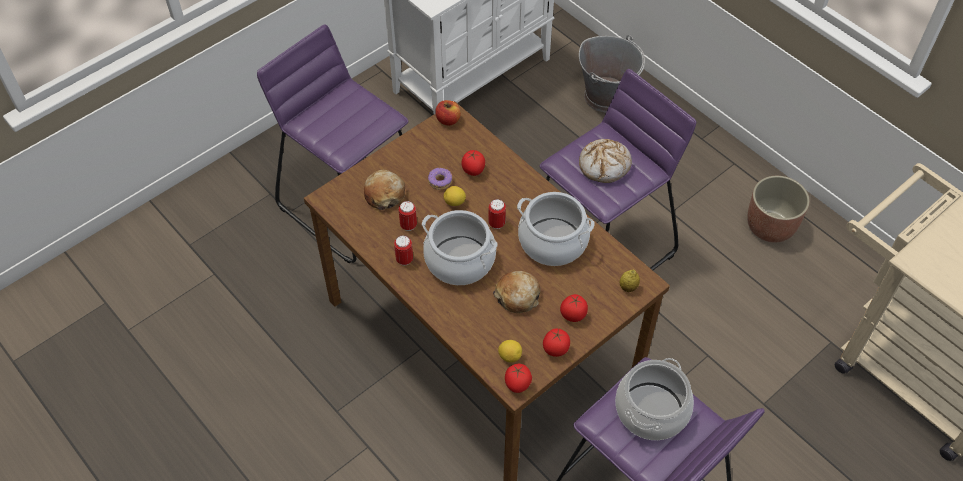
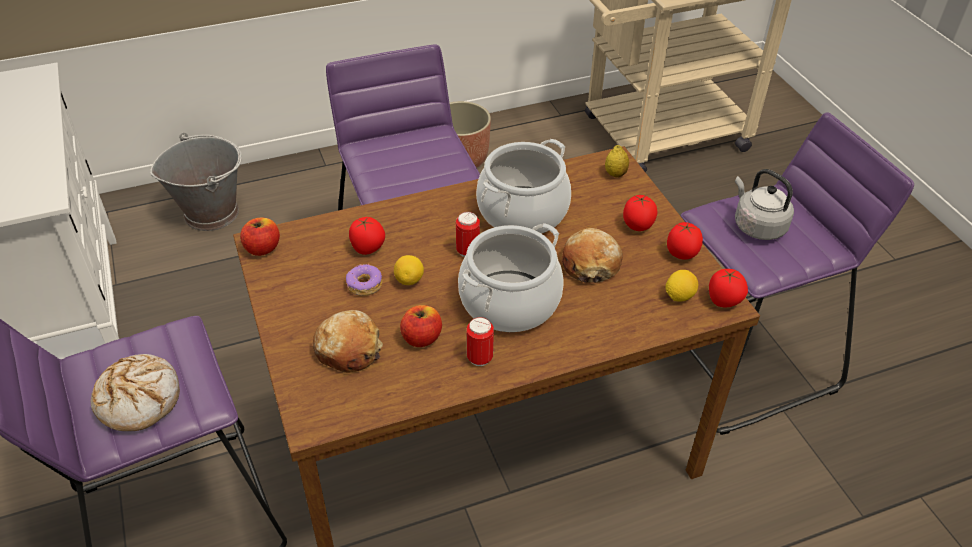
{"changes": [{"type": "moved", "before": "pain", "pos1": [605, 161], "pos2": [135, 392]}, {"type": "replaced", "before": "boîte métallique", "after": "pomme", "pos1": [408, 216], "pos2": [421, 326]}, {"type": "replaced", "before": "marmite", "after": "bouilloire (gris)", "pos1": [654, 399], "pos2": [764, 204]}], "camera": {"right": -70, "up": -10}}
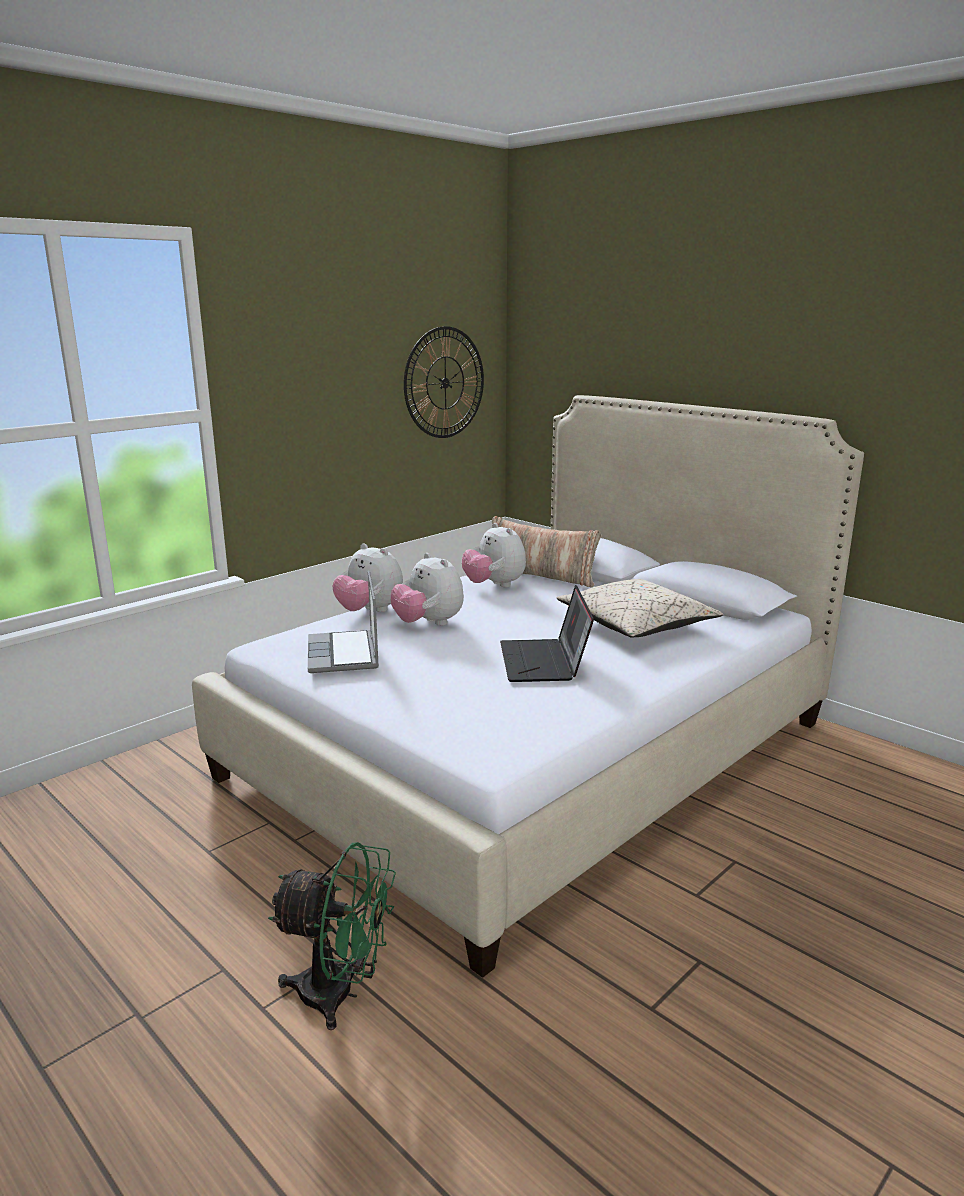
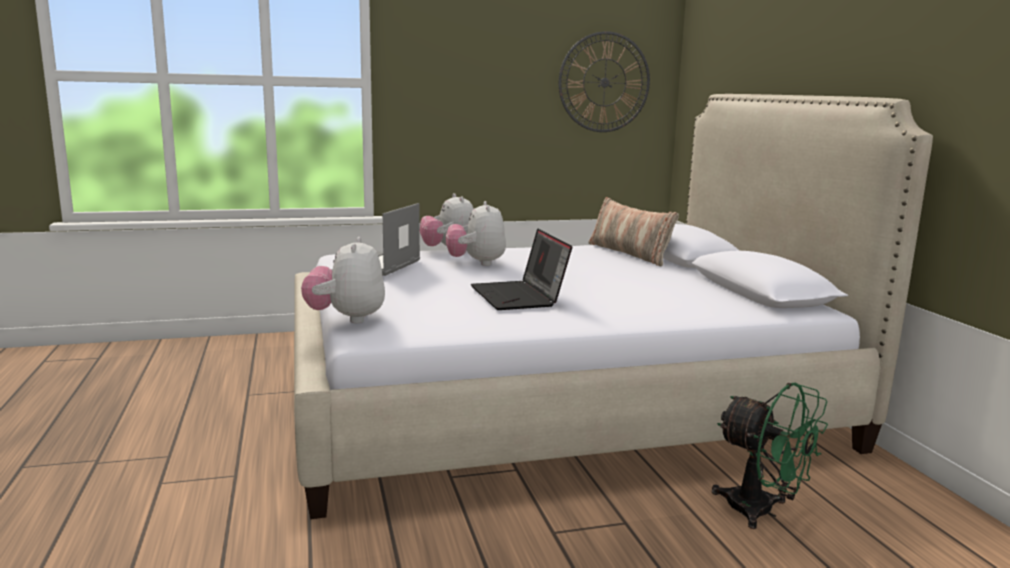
{"changes": [{"type": "moved", "before": "peluche", "pos1": [494, 555], "pos2": [343, 280]}, {"type": "turned", "before": "ordinateur portable", "pos1": [547, 633], "pos2": [521, 269], "turn": -45}, {"type": "moved", "before": "ventilateur (vert)", "pos1": [332, 936], "pos2": [770, 456]}, {"type": "removed", "before": "coussin (beige)", "pos1": [640, 608]}], "camera": {"right": 30, "up": -5}}
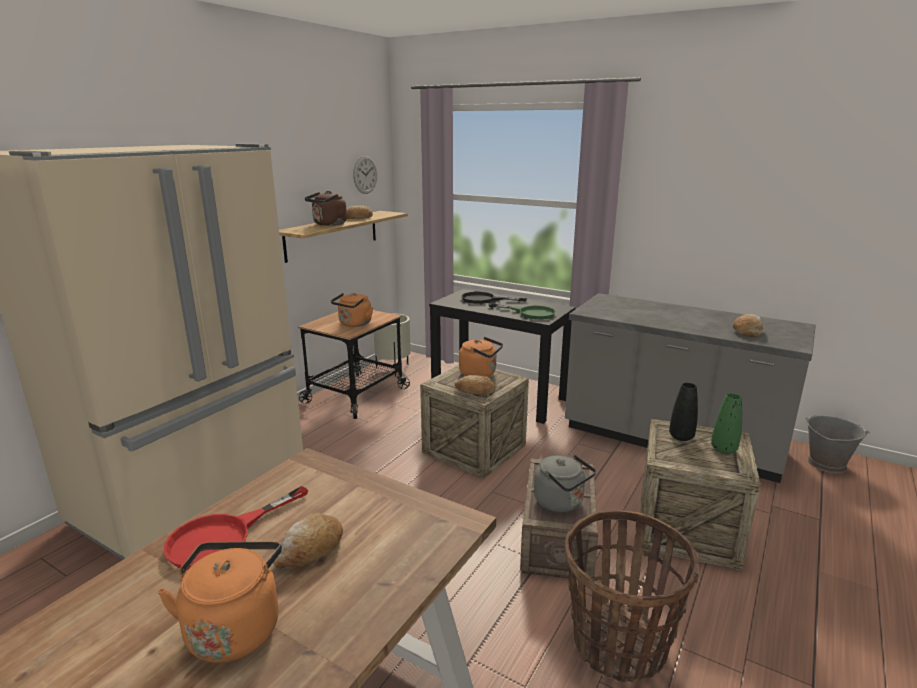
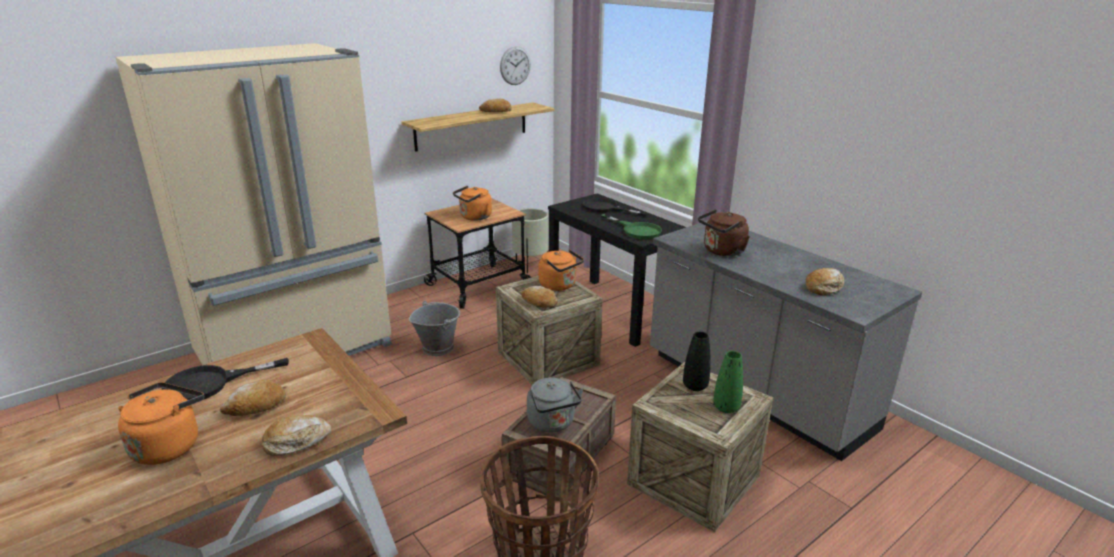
{"changes": [{"type": "recoloured", "before": "poêle (rouge)", "after": "poêle (noir)", "pos1": [235, 528], "pos2": [225, 379]}, {"type": "added", "after": "pain", "pos2": [297, 435]}, {"type": "moved", "before": "seau (gris)", "pos1": [837, 444], "pos2": [434, 328]}, {"type": "moved", "before": "bouilloire (marron)", "pos1": [326, 208], "pos2": [724, 232]}], "camera": {"right": 20, "up": 5}}
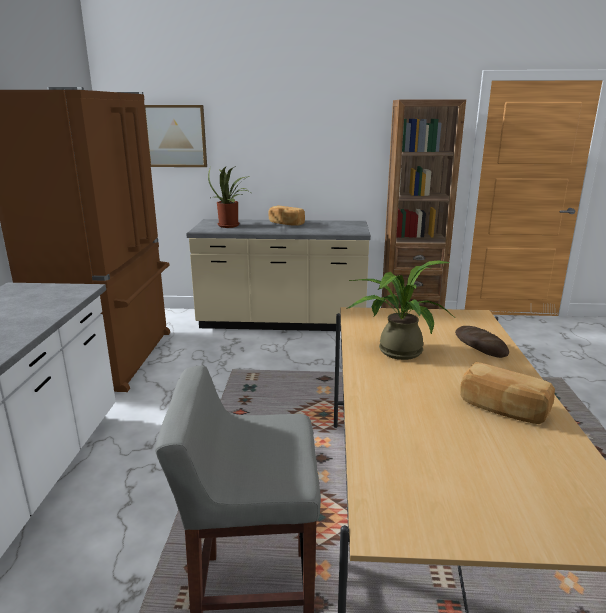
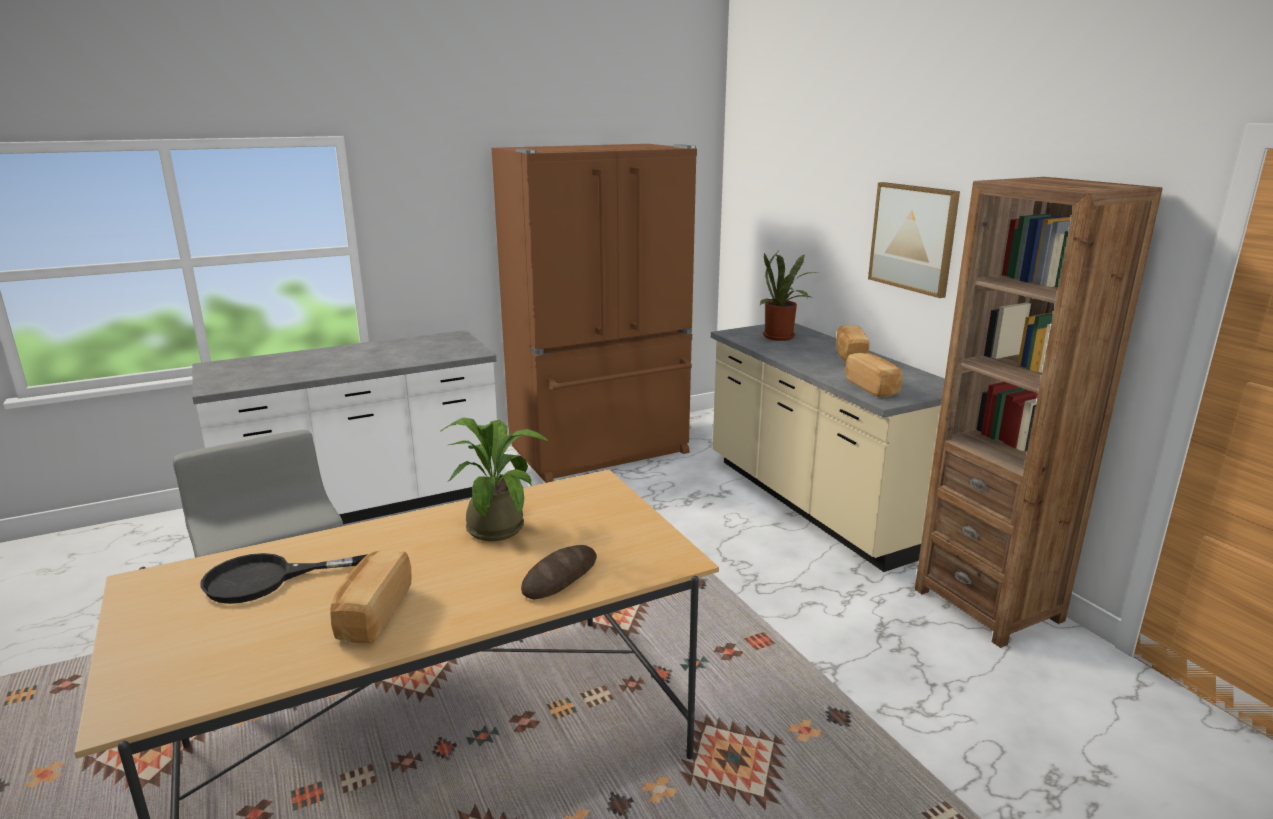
{"changes": [{"type": "added", "after": "poêle (noir)", "pos2": [284, 578]}, {"type": "added", "after": "pain", "pos2": [874, 375]}, {"type": "moved", "before": "tableau", "pos1": [176, 136], "pos2": [914, 240]}], "camera": {"right": 60, "up": 0}}
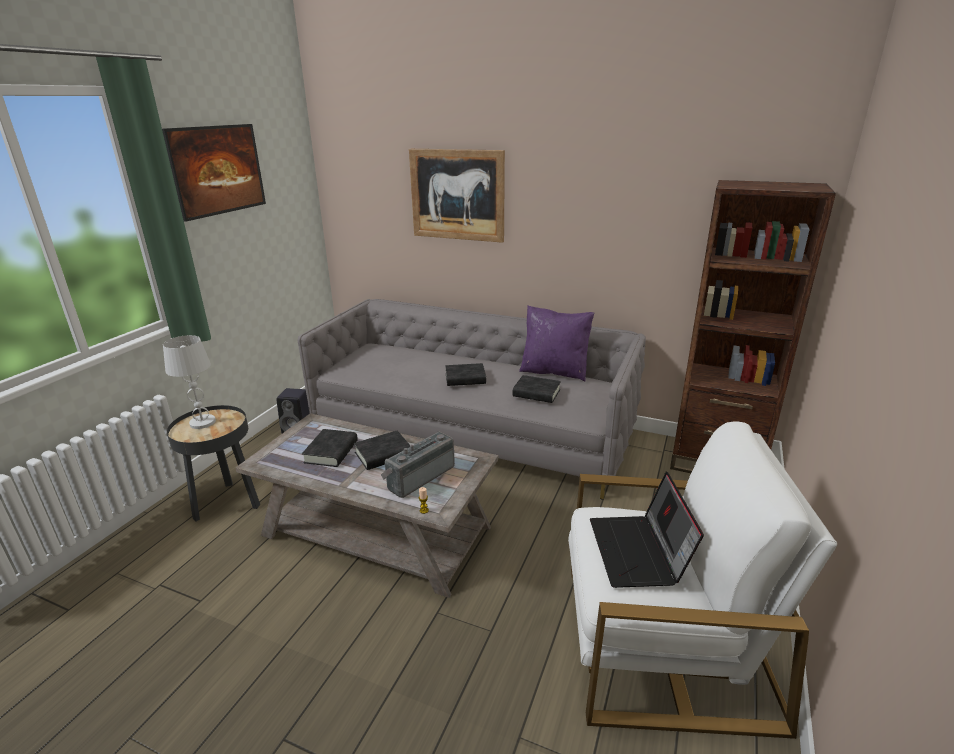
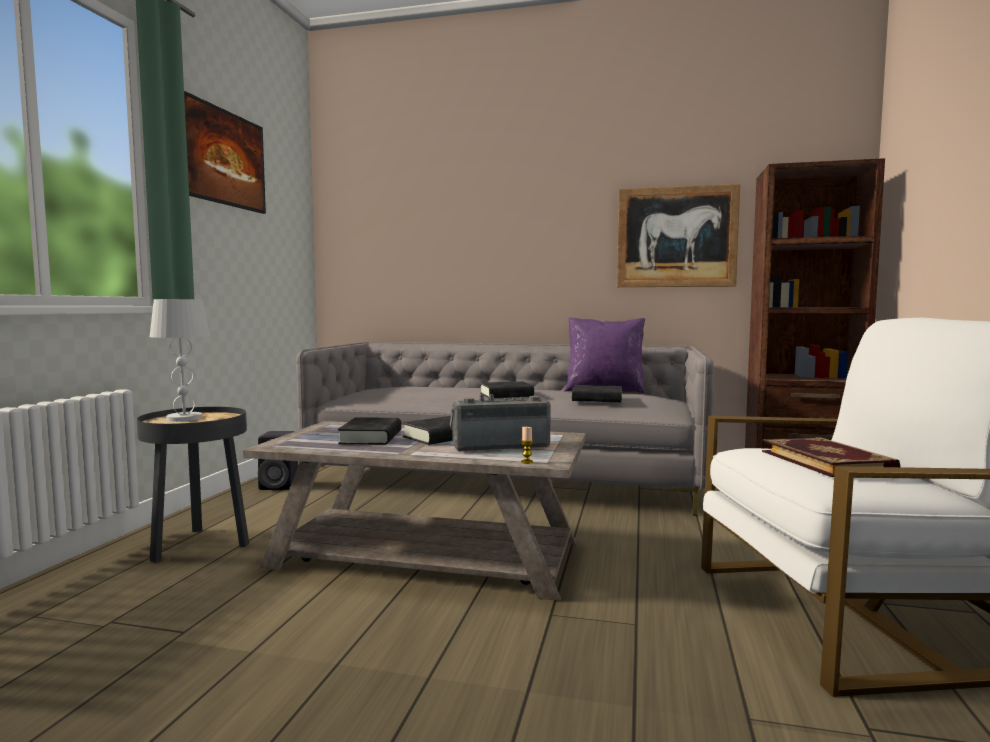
{"changes": [{"type": "turned", "before": "radio", "pos1": [418, 464], "pos2": [500, 422], "turn": 45}, {"type": "moved", "before": "tableau", "pos1": [457, 196], "pos2": [678, 235]}, {"type": "replaced", "before": "ordinateur portable", "after": "livre", "pos1": [647, 529], "pos2": [831, 457]}], "camera": {"right": -10, "up": -20}}
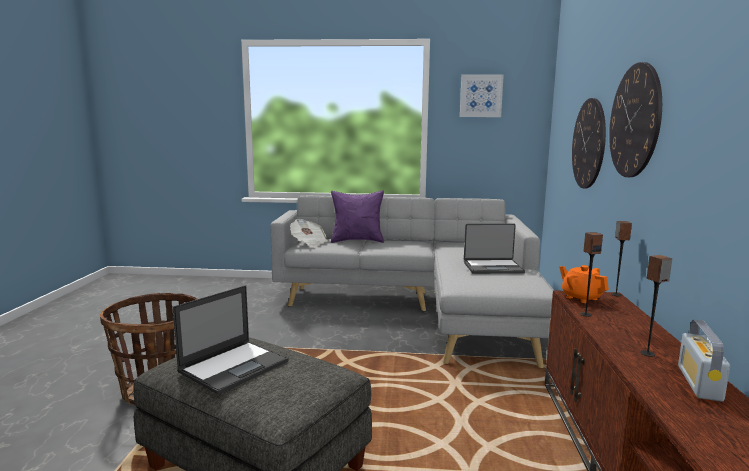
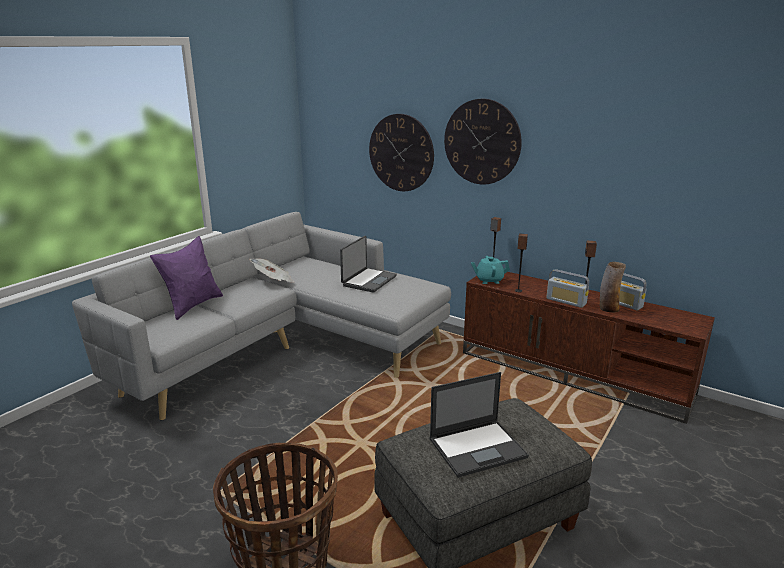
{"changes": [{"type": "moved", "before": "journal", "pos1": [309, 233], "pos2": [271, 270]}, {"type": "turned", "before": "ordinateur portable", "pos1": [231, 340], "pos2": [479, 425], "turn": 90}, {"type": "recoloured", "before": "théière (orange)", "after": "théière (turquoise)", "pos1": [584, 284], "pos2": [490, 270]}, {"type": "added", "after": "radio", "pos2": [567, 288]}, {"type": "added", "after": "vase", "pos2": [613, 287]}, {"type": "removed", "before": "tableau", "pos1": [482, 96]}], "camera": {"right": -60, "up": 10}}
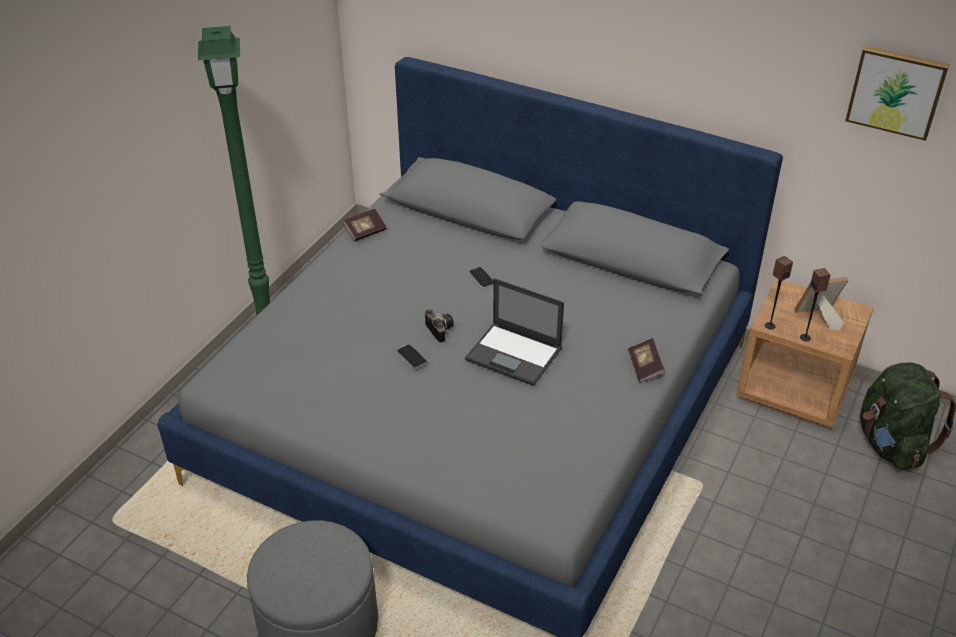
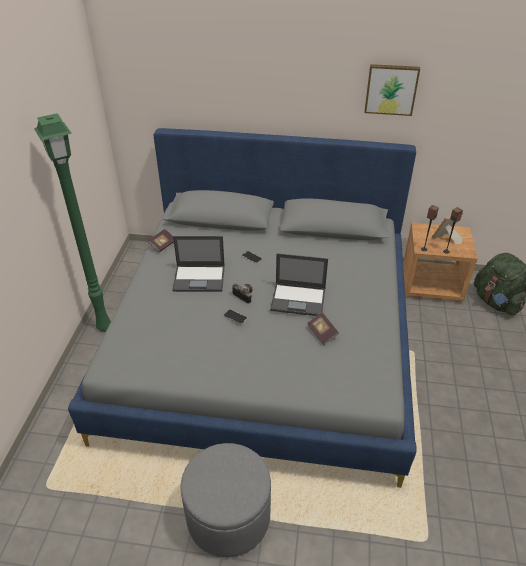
{"changes": [{"type": "added", "after": "ordinateur portable", "pos2": [198, 264]}, {"type": "moved", "before": "livre", "pos1": [646, 360], "pos2": [323, 328]}, {"type": "moved", "before": "tableau", "pos1": [897, 93], "pos2": [392, 90]}], "camera": {"right": -20, "up": 0}}
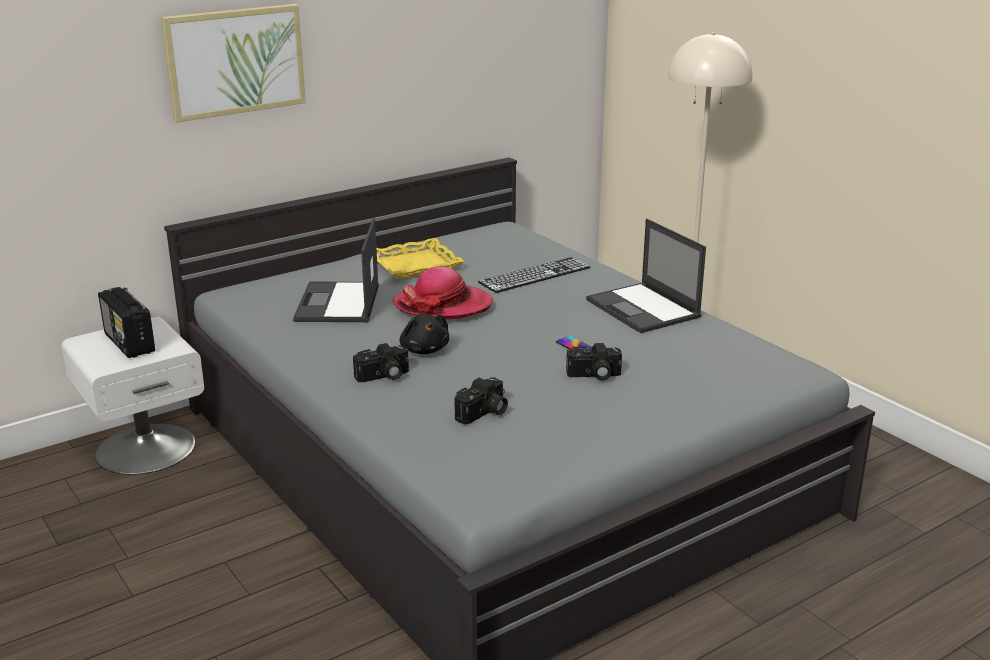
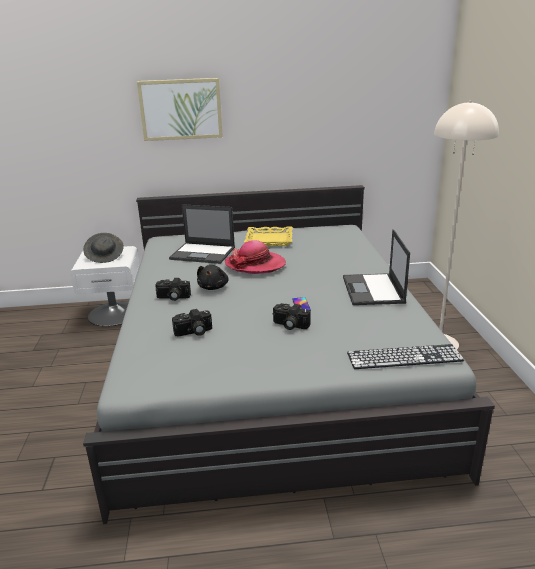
{"changes": [{"type": "replaced", "before": "radio", "after": "chapeau (gris)", "pos1": [126, 322], "pos2": [103, 248]}, {"type": "turned", "before": "ordinateur portable", "pos1": [336, 270], "pos2": [202, 234], "turn": -105}, {"type": "moved", "before": "clavier", "pos1": [534, 275], "pos2": [405, 356]}], "camera": {"right": 30, "up": 0}}
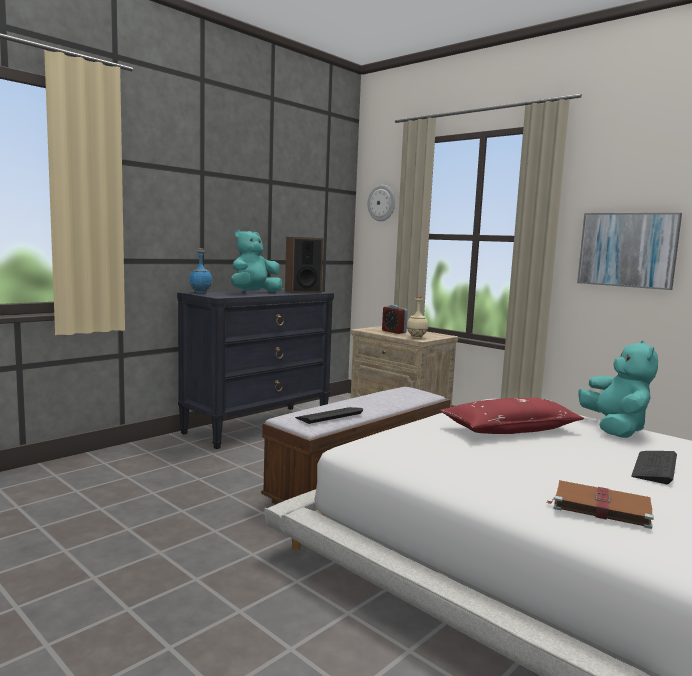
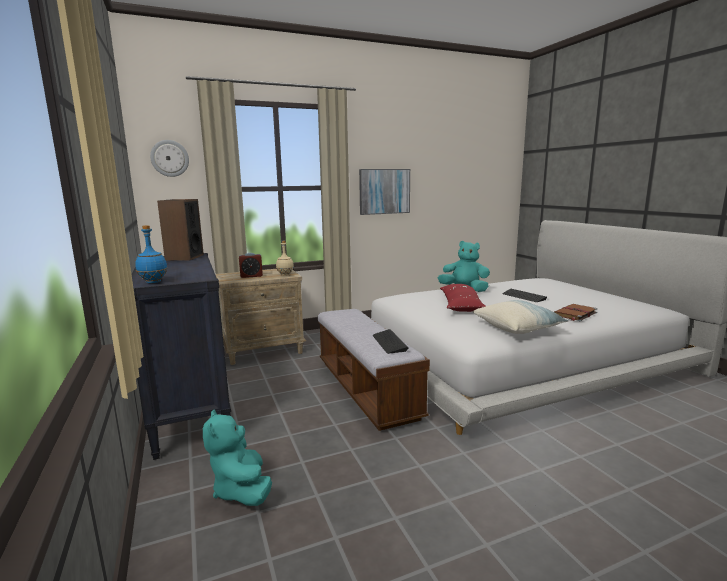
{"changes": [{"type": "moved", "before": "peluche (turquoise)", "pos1": [256, 261], "pos2": [237, 458]}, {"type": "added", "after": "coussin", "pos2": [521, 317]}], "camera": {"right": -65, "up": 5}}
